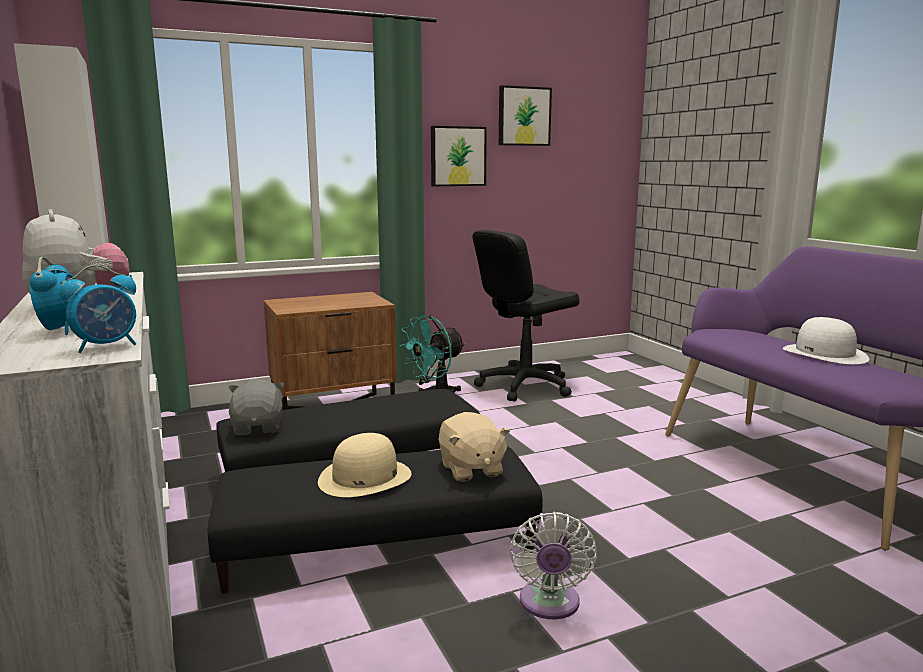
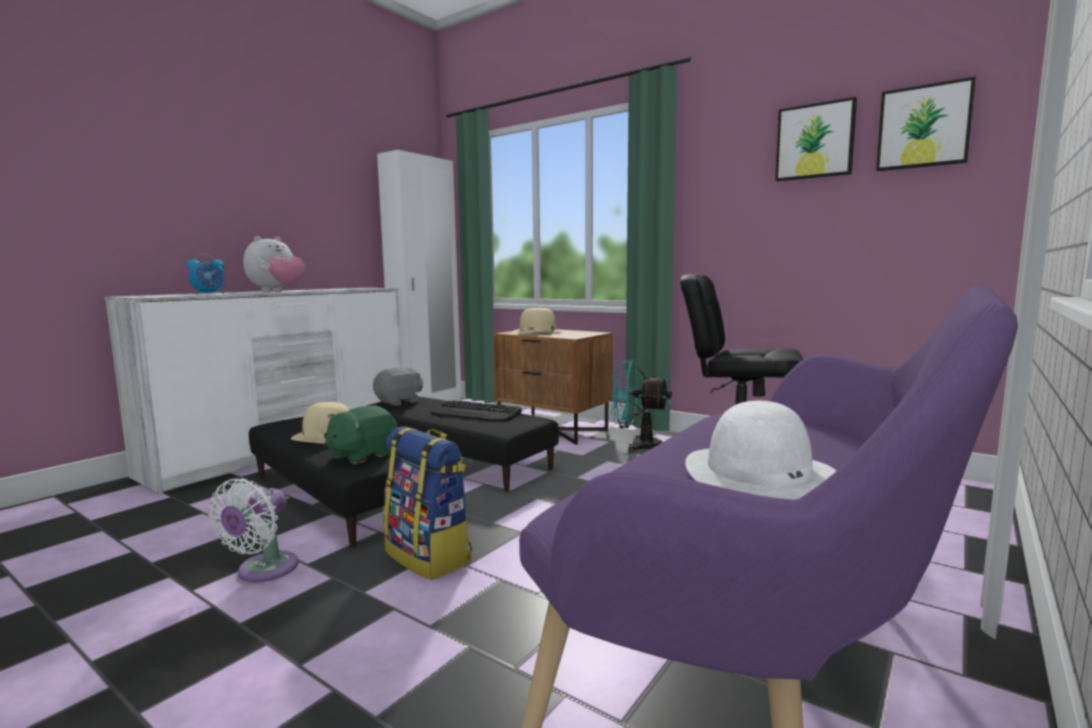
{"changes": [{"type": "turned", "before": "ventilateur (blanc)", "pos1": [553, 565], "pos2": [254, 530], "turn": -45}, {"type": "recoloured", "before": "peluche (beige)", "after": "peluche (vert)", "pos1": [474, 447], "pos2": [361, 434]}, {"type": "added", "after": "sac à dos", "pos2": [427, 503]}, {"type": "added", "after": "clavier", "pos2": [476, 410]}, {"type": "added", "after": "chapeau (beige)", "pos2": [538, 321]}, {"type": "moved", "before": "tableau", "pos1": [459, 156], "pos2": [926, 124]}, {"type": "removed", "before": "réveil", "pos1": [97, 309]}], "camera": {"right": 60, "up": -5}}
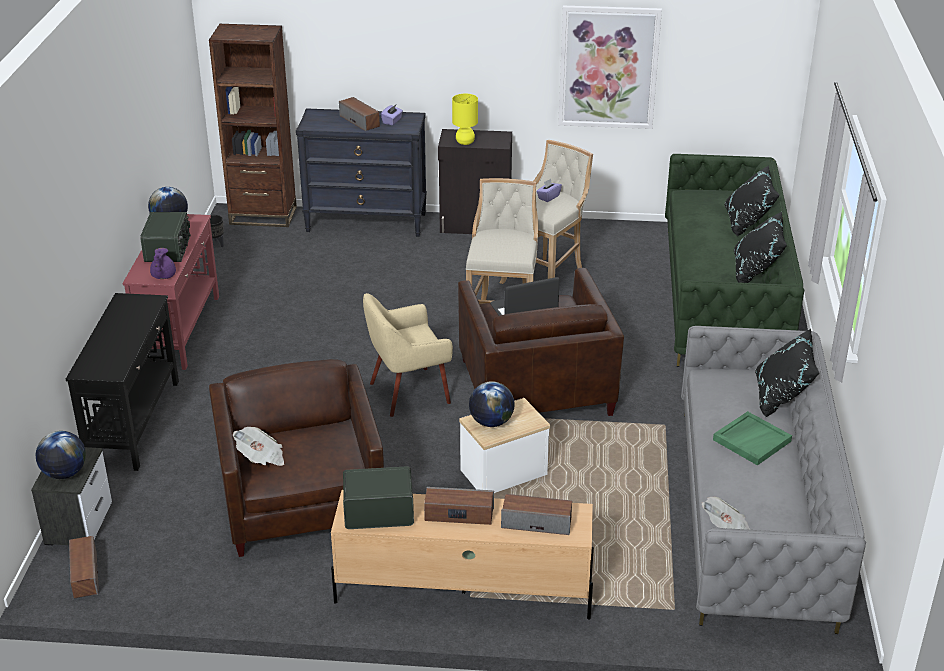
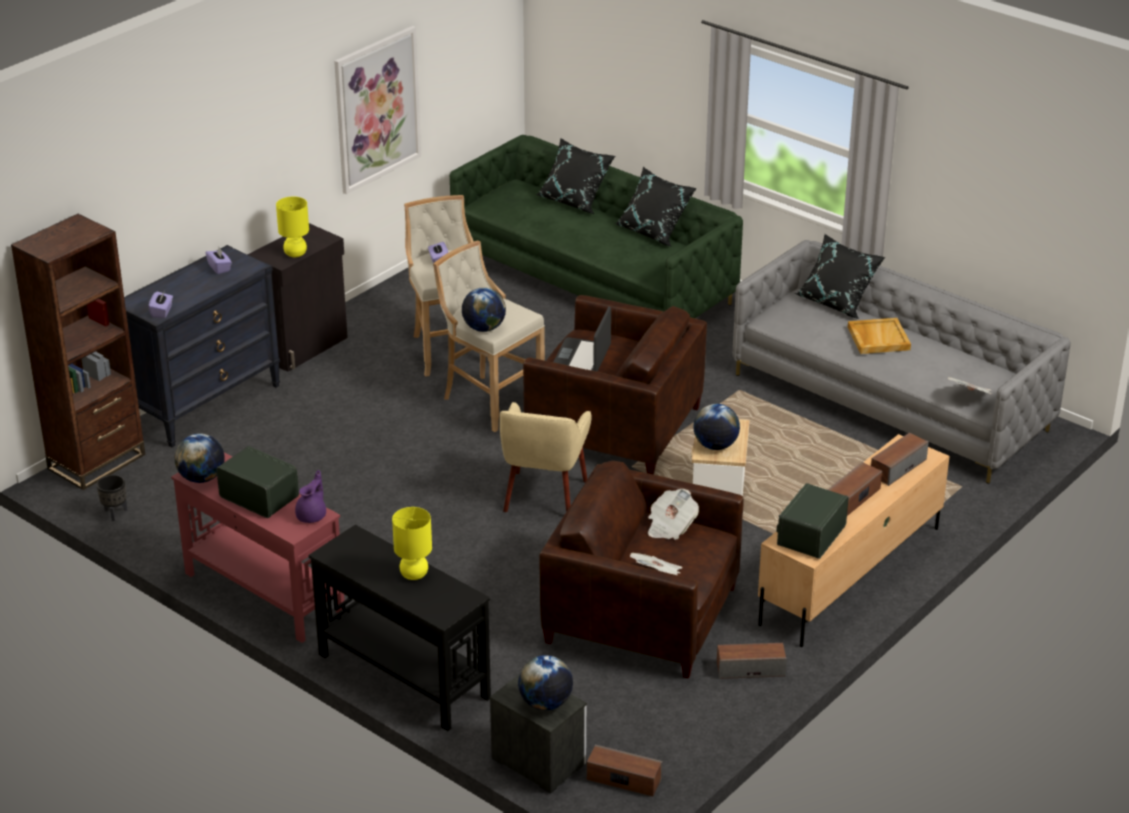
{"changes": [{"type": "added", "after": "boîte à mouchoirs (violet)", "pos2": [160, 305]}, {"type": "turned", "before": "théière (violet)", "pos1": [163, 263], "pos2": [310, 496], "turn": -105}, {"type": "added", "after": "lampe de table (jaune)", "pos2": [412, 543]}, {"type": "added", "after": "globe", "pos2": [484, 309]}, {"type": "added", "after": "journal", "pos2": [673, 514]}, {"type": "moved", "before": "enceinte", "pos1": [359, 114], "pos2": [752, 661]}, {"type": "recoloured", "before": "plateau (vert)", "after": "plateau (beige)", "pos1": [752, 438], "pos2": [879, 336]}], "camera": {"right": -55, "up": 0}}
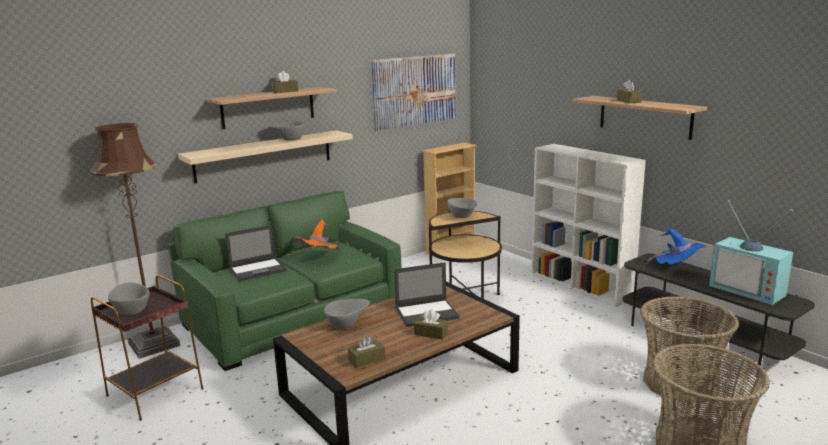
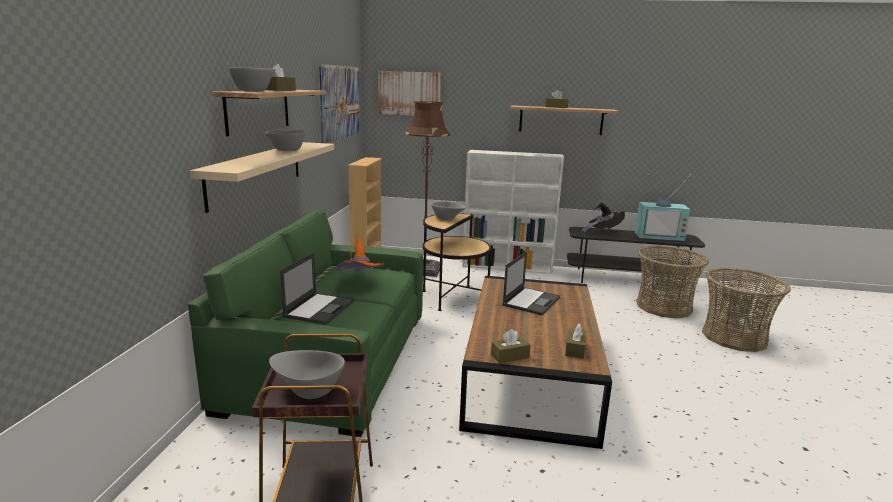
{"changes": [{"type": "moved", "before": "bol (gris)", "pos1": [347, 314], "pos2": [252, 79]}, {"type": "added", "after": "tableau", "pos2": [410, 93]}, {"type": "moved", "before": "lampadaire (marron)", "pos1": [135, 241], "pos2": [427, 189]}, {"type": "moved", "before": "boîte à mouchoirs (marron)", "pos1": [431, 325], "pos2": [511, 346]}, {"type": "recoloured", "before": "chapeau (bleu)", "after": "chapeau (noir)", "pos1": [676, 246], "pos2": [603, 218]}], "camera": {"right": -45, "up": 0}}
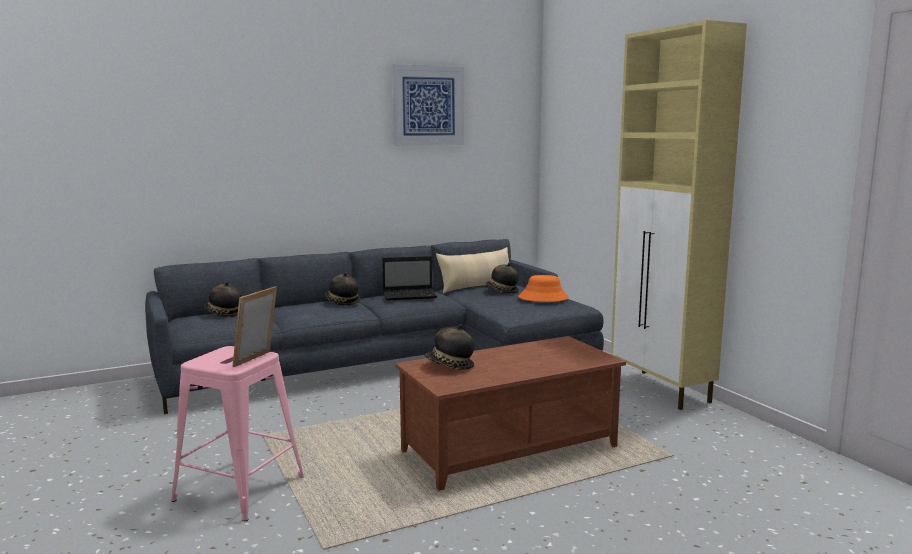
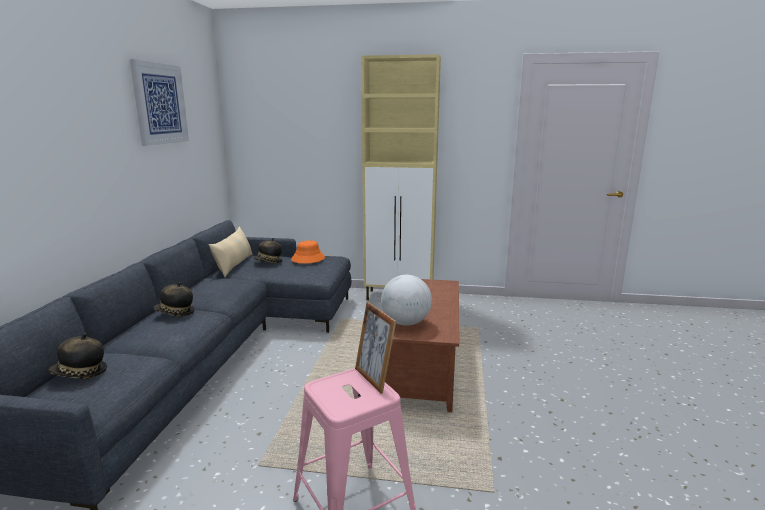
{"changes": [{"type": "replaced", "before": "chapeau", "after": "globe", "pos1": [449, 347], "pos2": [406, 300]}, {"type": "removed", "before": "ordinateur portable", "pos1": [409, 278]}], "camera": {"right": -55, "up": 5}}
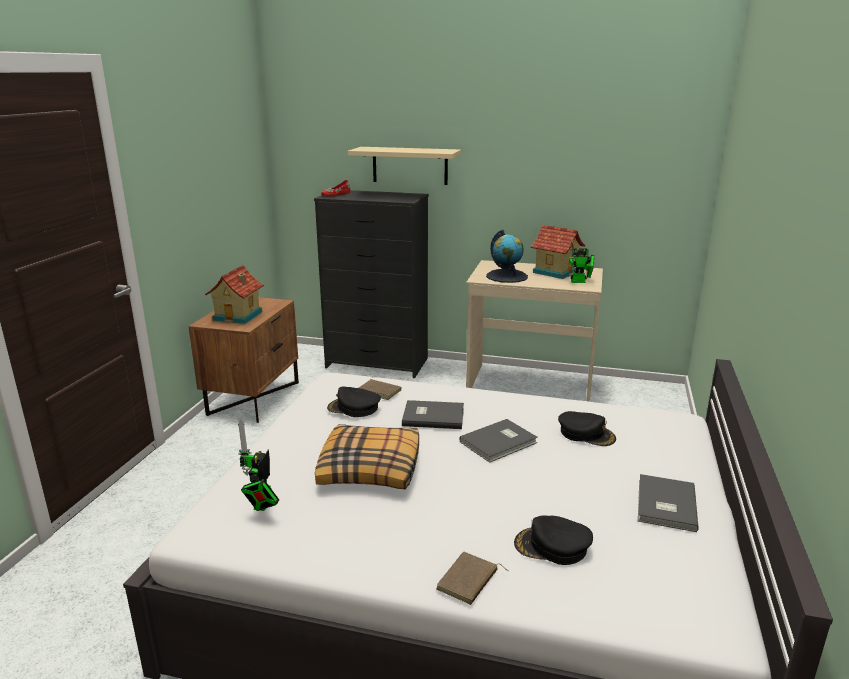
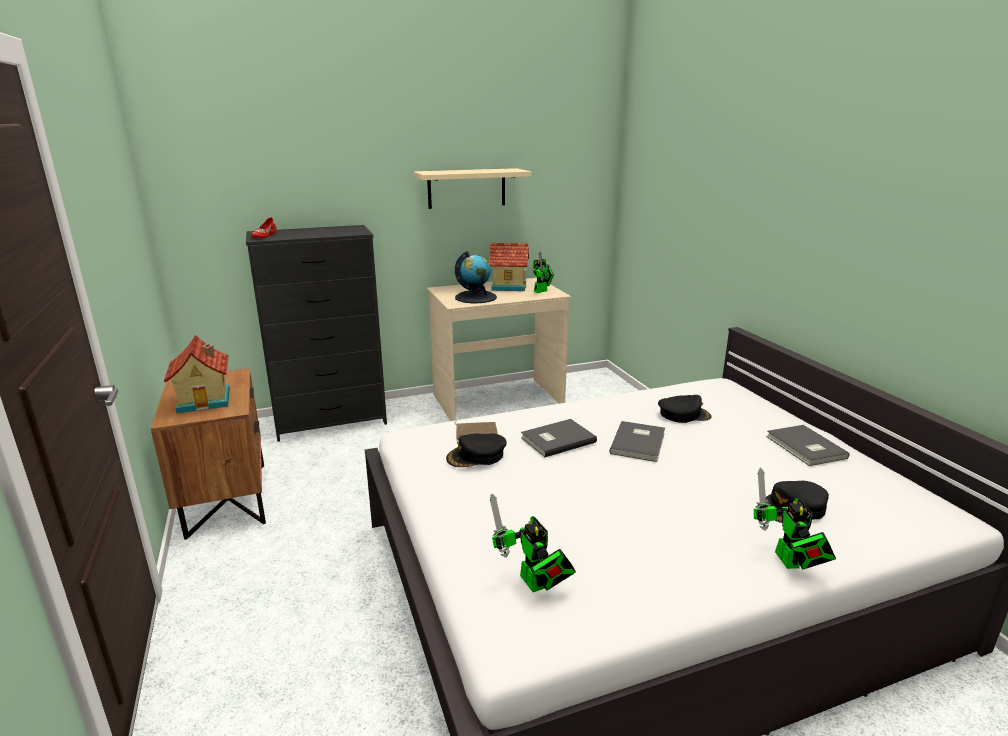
{"changes": [{"type": "moved", "before": "étagère (beige)", "pos1": [404, 166], "pos2": [472, 188]}, {"type": "replaced", "before": "livre (marron)", "after": "robot jouet", "pos1": [472, 578], "pos2": [795, 518]}, {"type": "removed", "before": "coussin", "pos1": [367, 456]}], "camera": {"right": -35, "up": 0}}
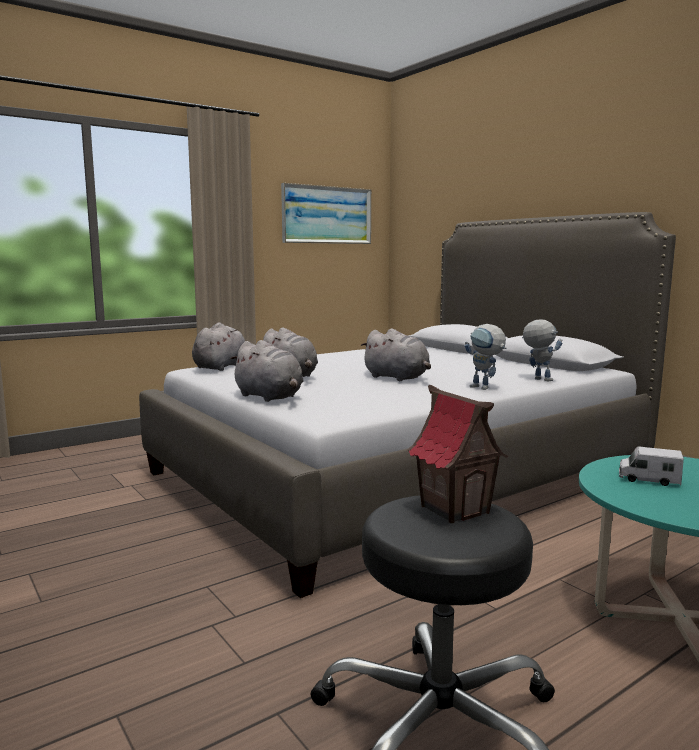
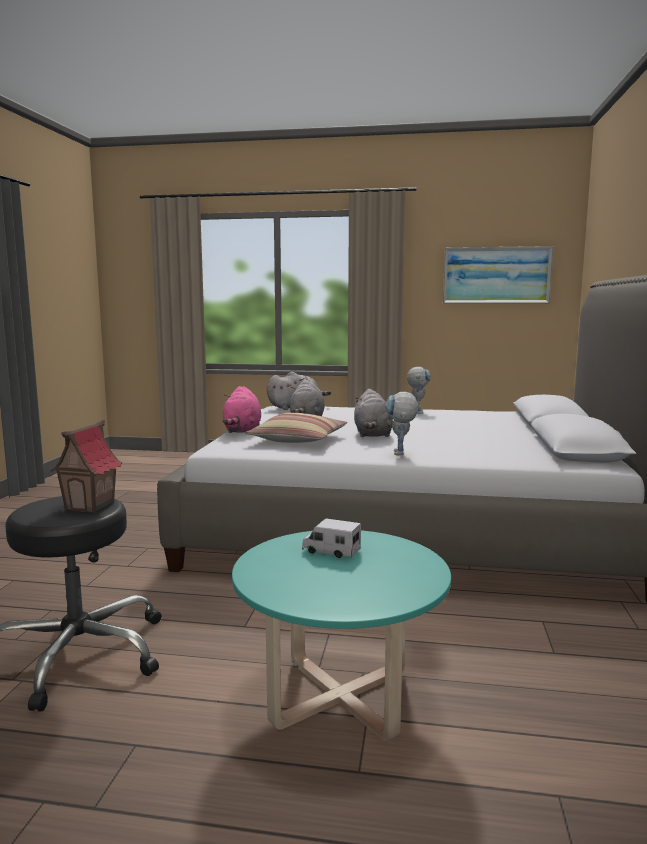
{"changes": [{"type": "recoloured", "before": "peluche (gris)", "after": "peluche (rose)", "pos1": [267, 371], "pos2": [241, 409]}, {"type": "added", "after": "coussin", "pos2": [296, 428]}, {"type": "turned", "before": "camion jouet", "pos1": [651, 466], "pos2": [331, 538], "turn": -45}, {"type": "moved", "before": "robot jouet", "pos1": [542, 350], "pos2": [419, 390]}], "camera": {"right": 45, "up": 0}}
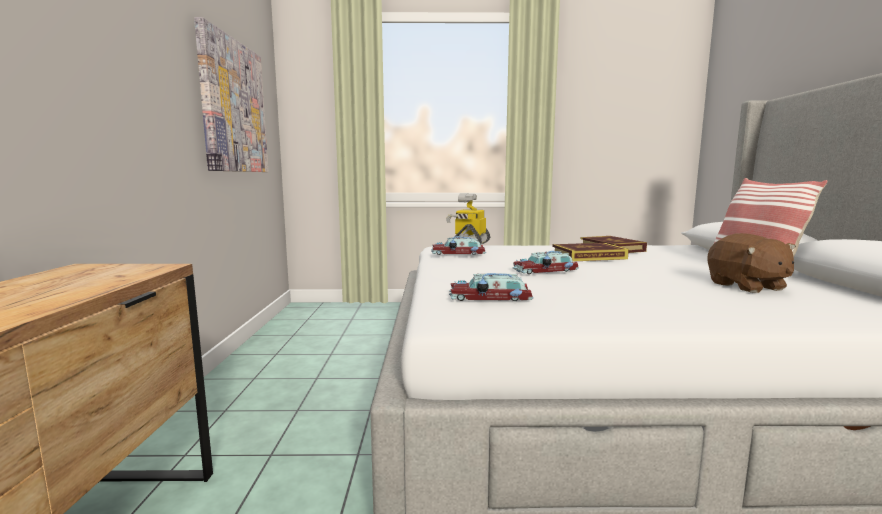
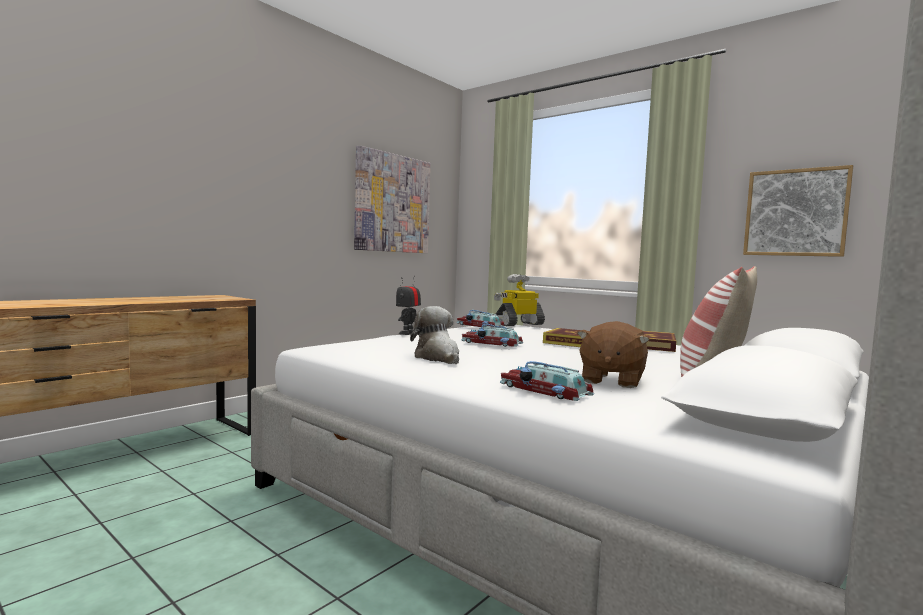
{"changes": [{"type": "added", "after": "robot jouet", "pos2": [408, 305]}, {"type": "added", "after": "peluche", "pos2": [434, 335]}, {"type": "moved", "before": "petite voiture", "pos1": [491, 287], "pos2": [547, 381]}, {"type": "added", "after": "tableau", "pos2": [798, 211]}], "camera": {"right": 40, "up": -5}}
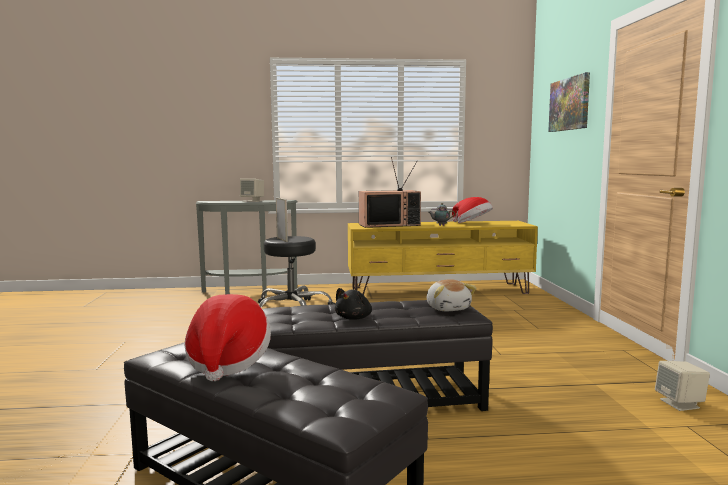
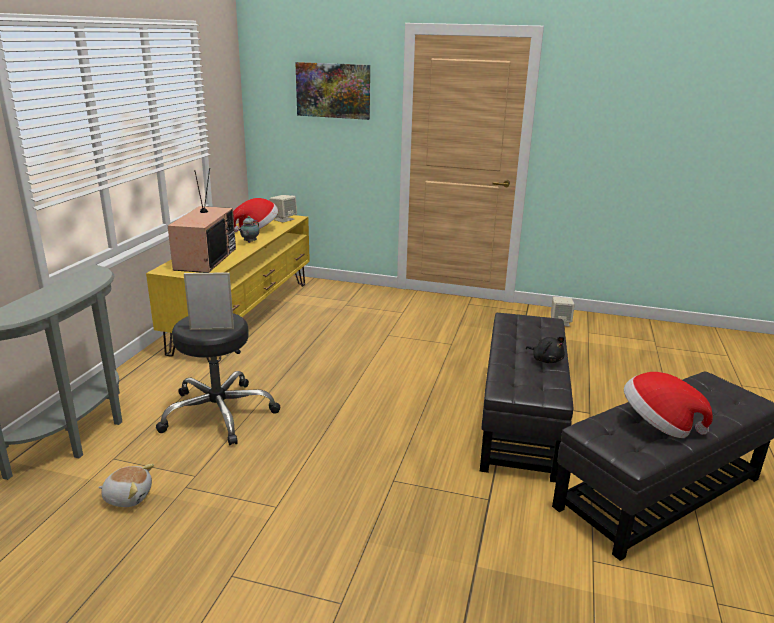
{"changes": [{"type": "moved", "before": "peluche", "pos1": [451, 295], "pos2": [126, 485]}, {"type": "moved", "before": "enceinte (beige)", "pos1": [252, 190], "pos2": [283, 209]}], "camera": {"right": -70, "up": 15}}
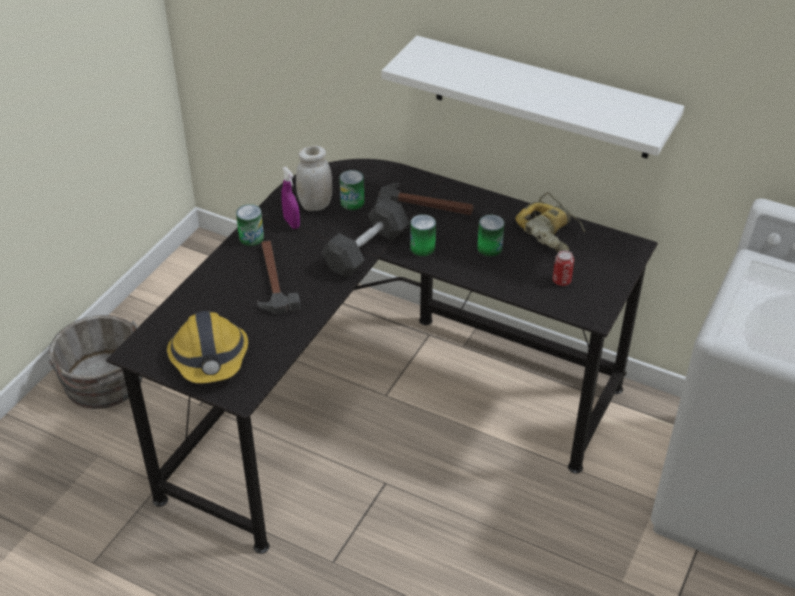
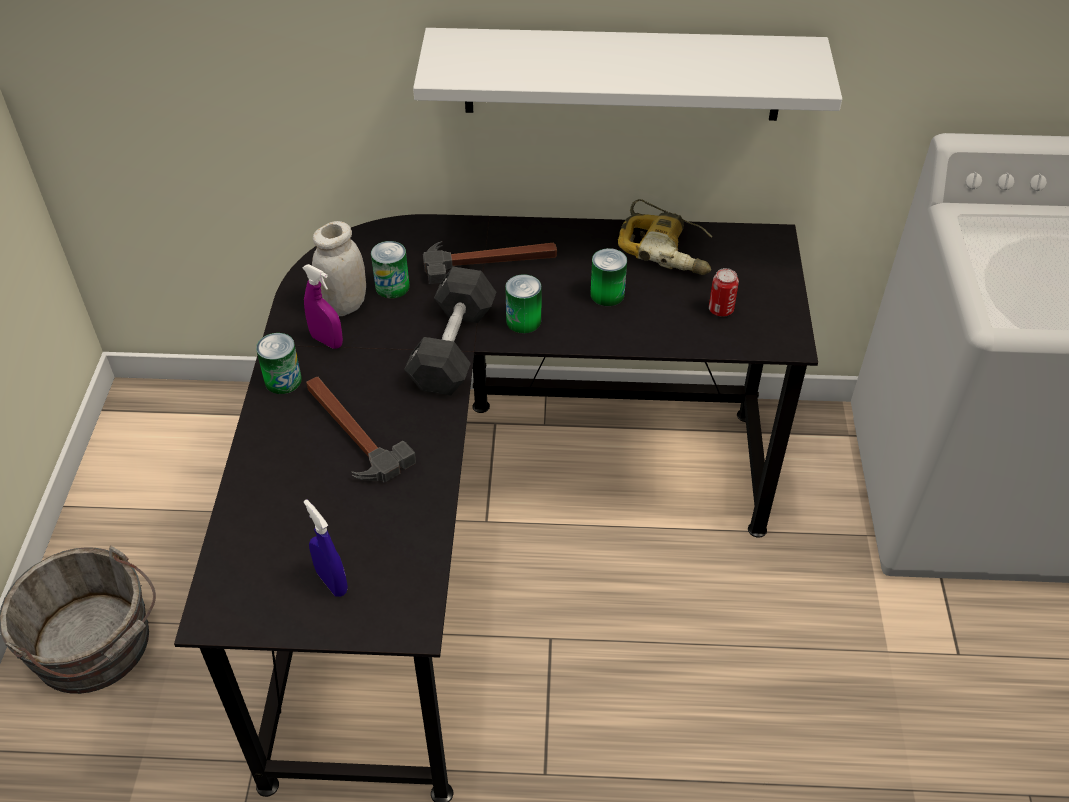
{"changes": [{"type": "replaced", "before": "casque de chantier", "after": "vaporisateur (bleu)", "pos1": [207, 347], "pos2": [326, 548]}], "camera": {"right": -25, "up": 5}}
